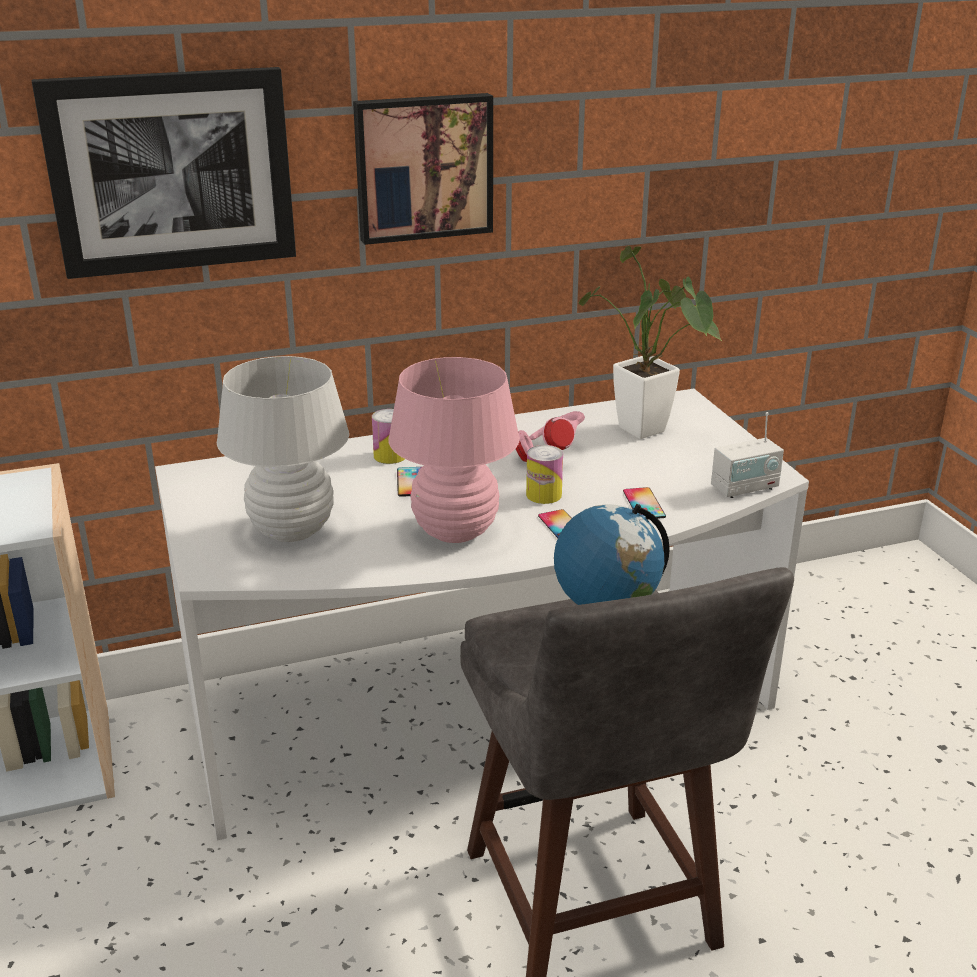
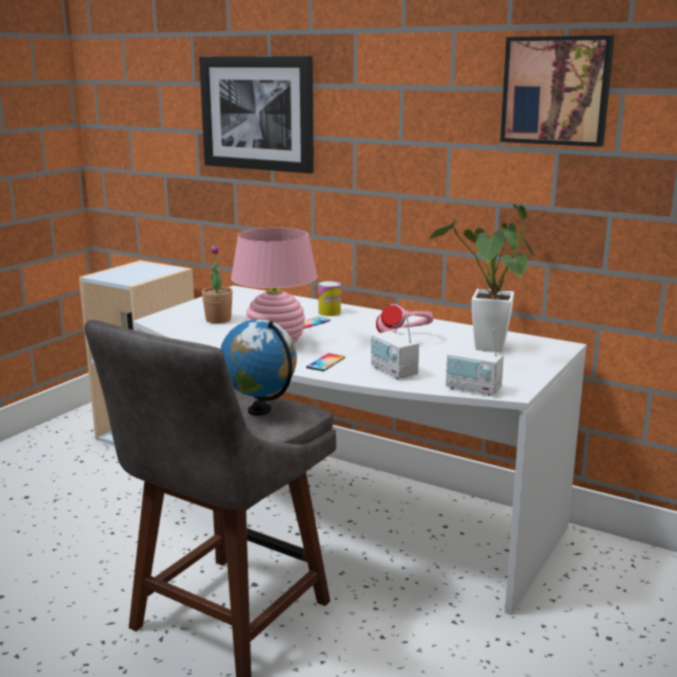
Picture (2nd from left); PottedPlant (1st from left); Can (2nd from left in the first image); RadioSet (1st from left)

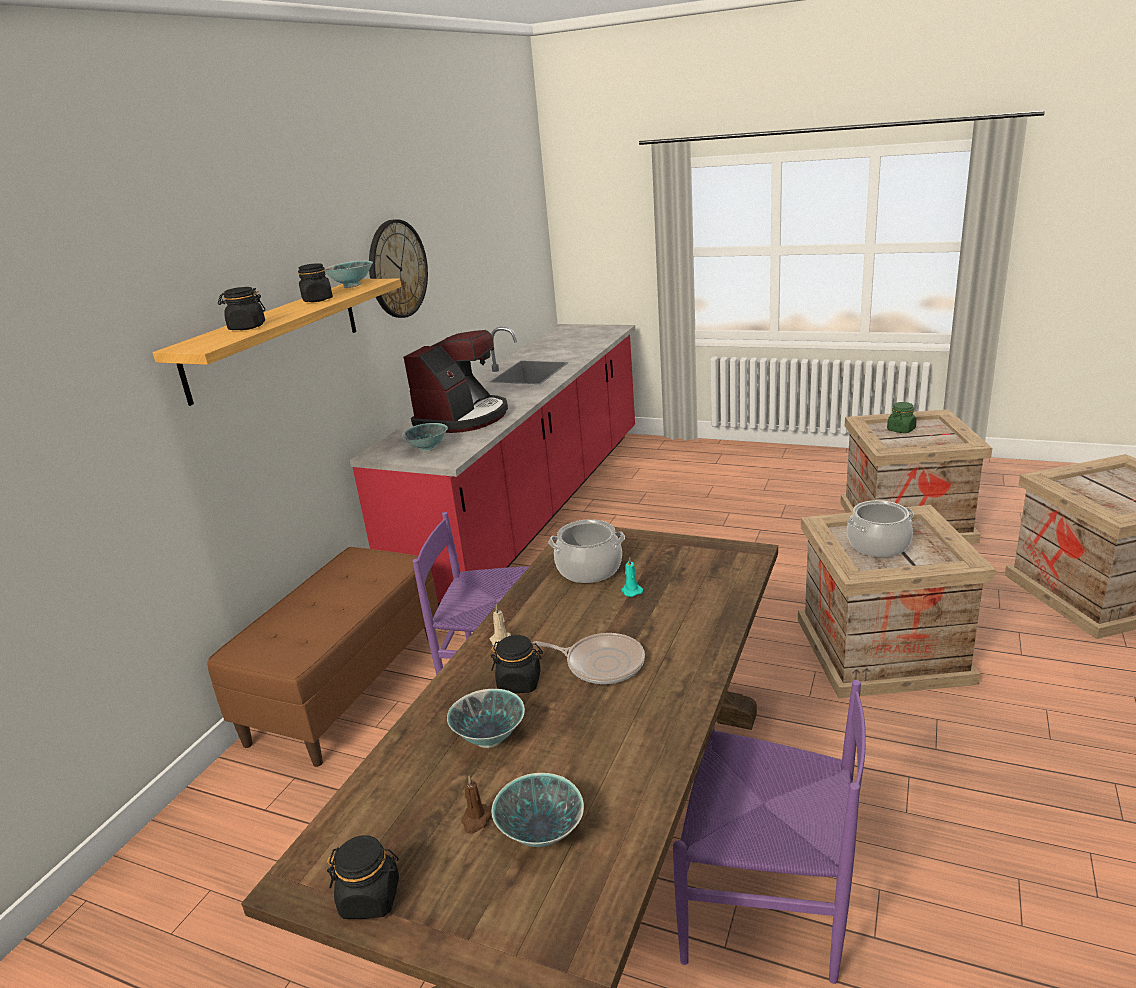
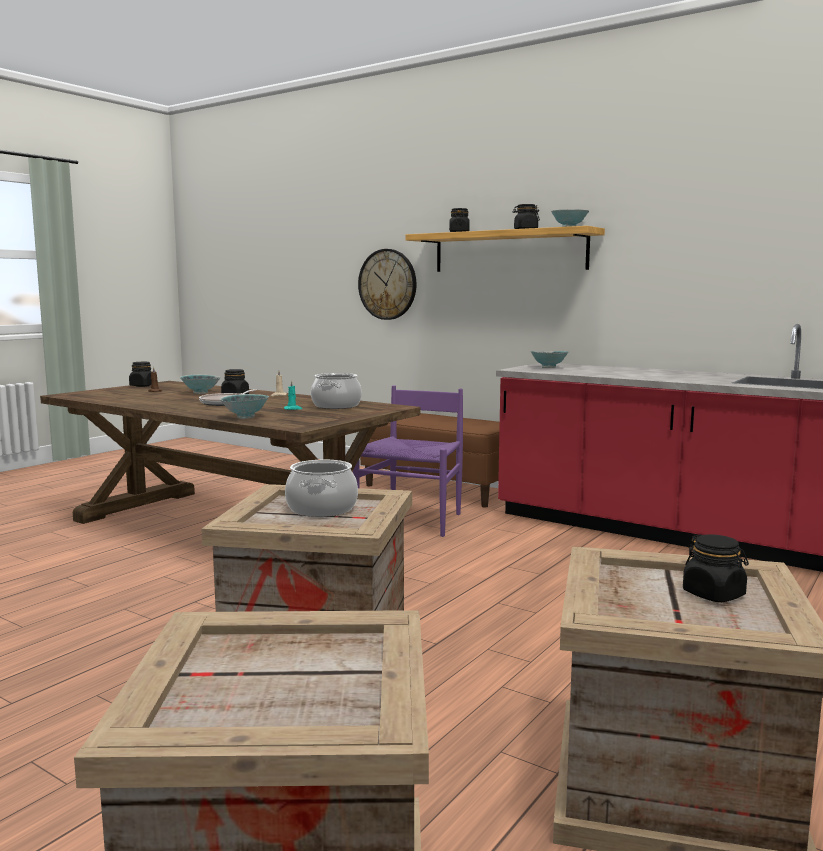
ClockOnTheWall; CoffeeBrewer; BlackishPreserveJar (5th from left); PurpleColouredUprightChair (2nd from left in the first image); ServingBowl (2nd from left)

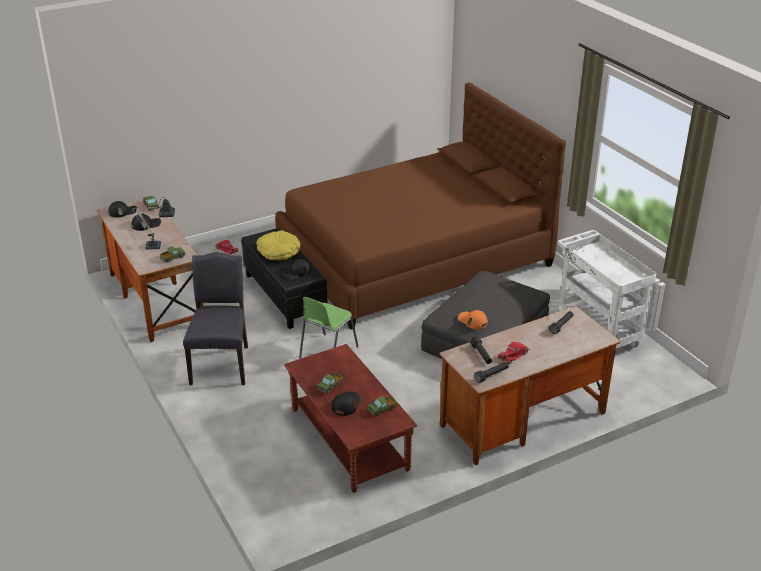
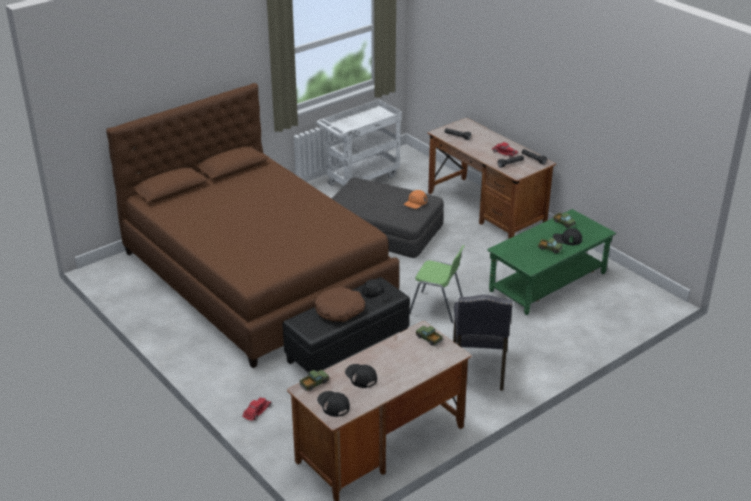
TableLamp; BrownishCushion; GreyishUprightChair; GreenCoffeeTable

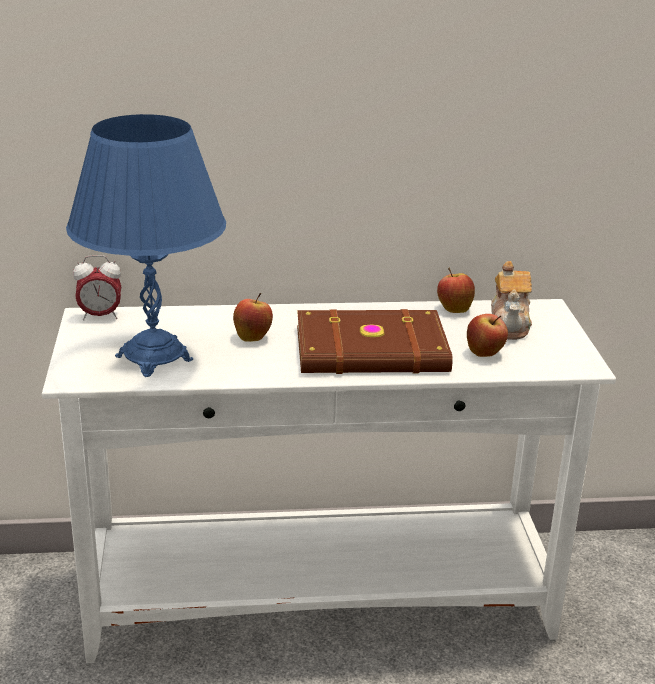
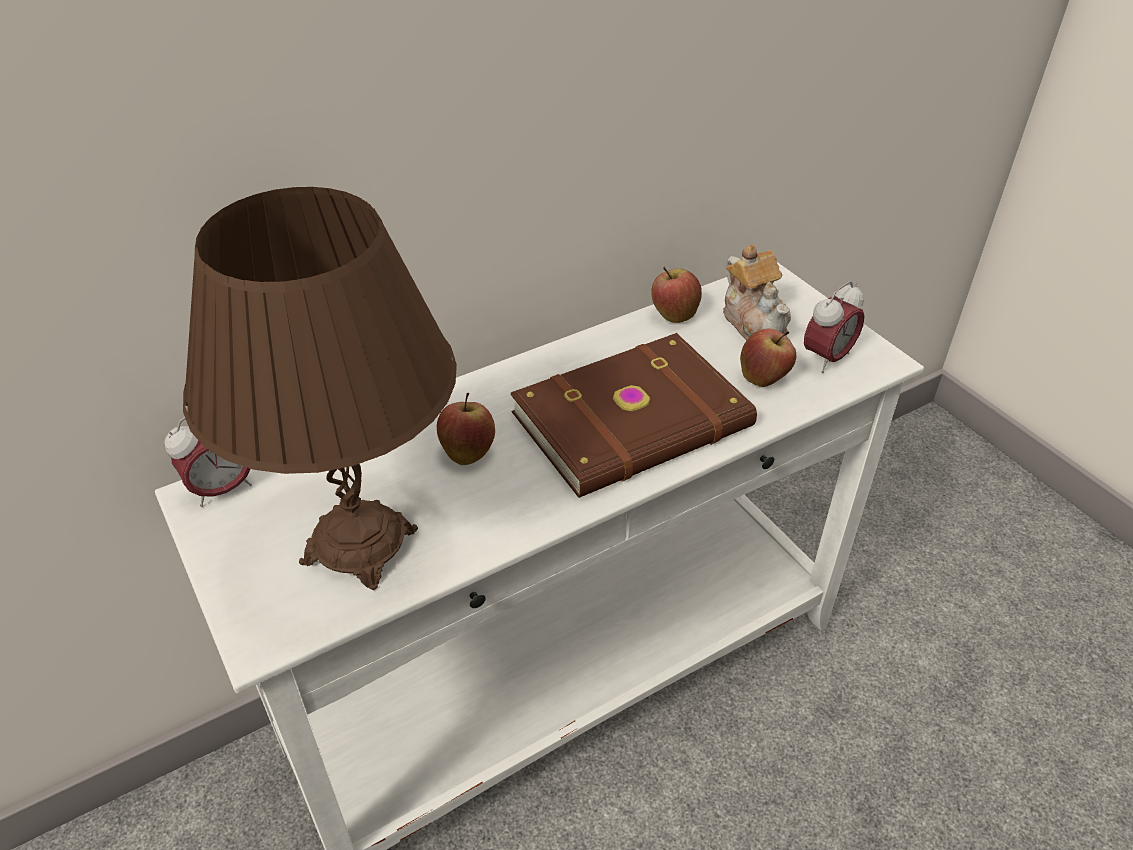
BrownishTableLamp; TableClock (2nd from left)

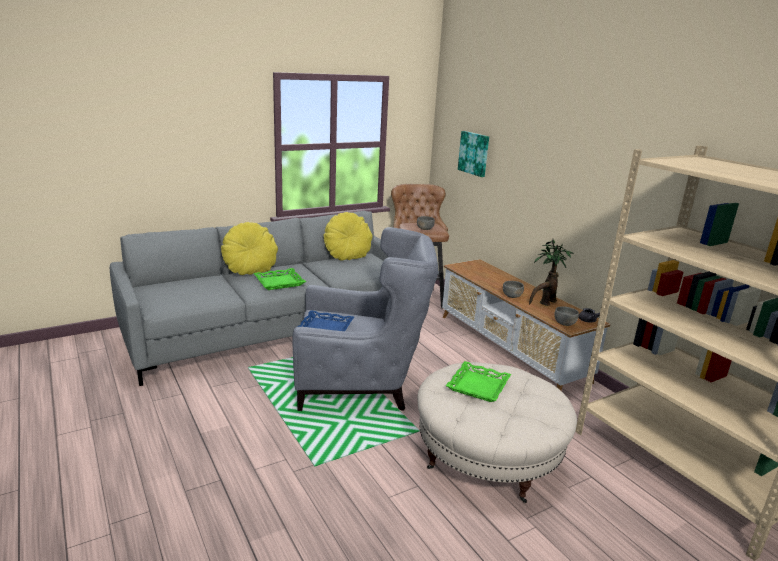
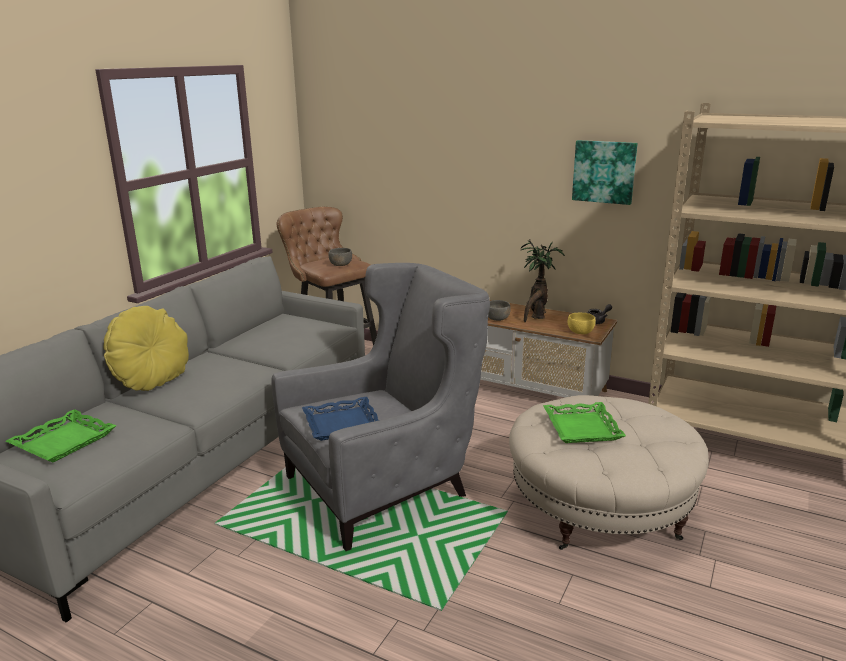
Picture; YellowColouredCushion (2nd from left in the first image); GreenServingTray (1st from left); YellowColouredServingBowl

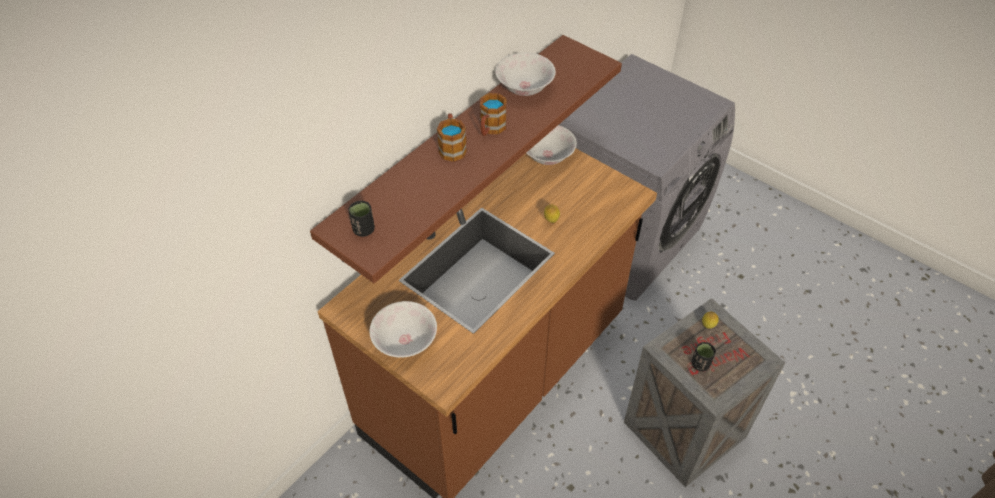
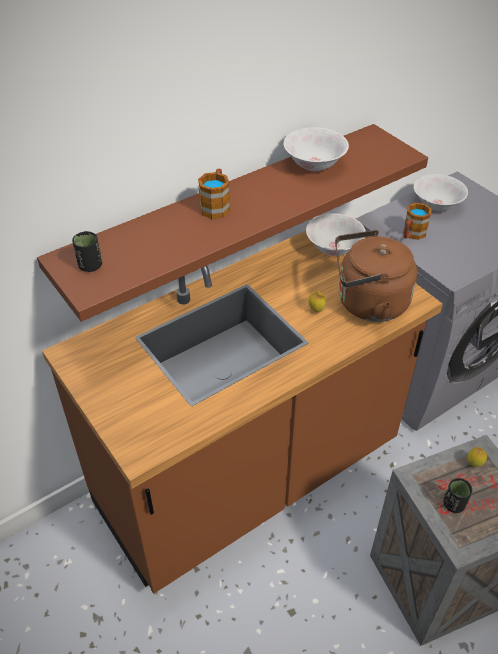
TeaMug (2nd from left); WhiteServingBowl (3rd from left); BrownishWaterKettle

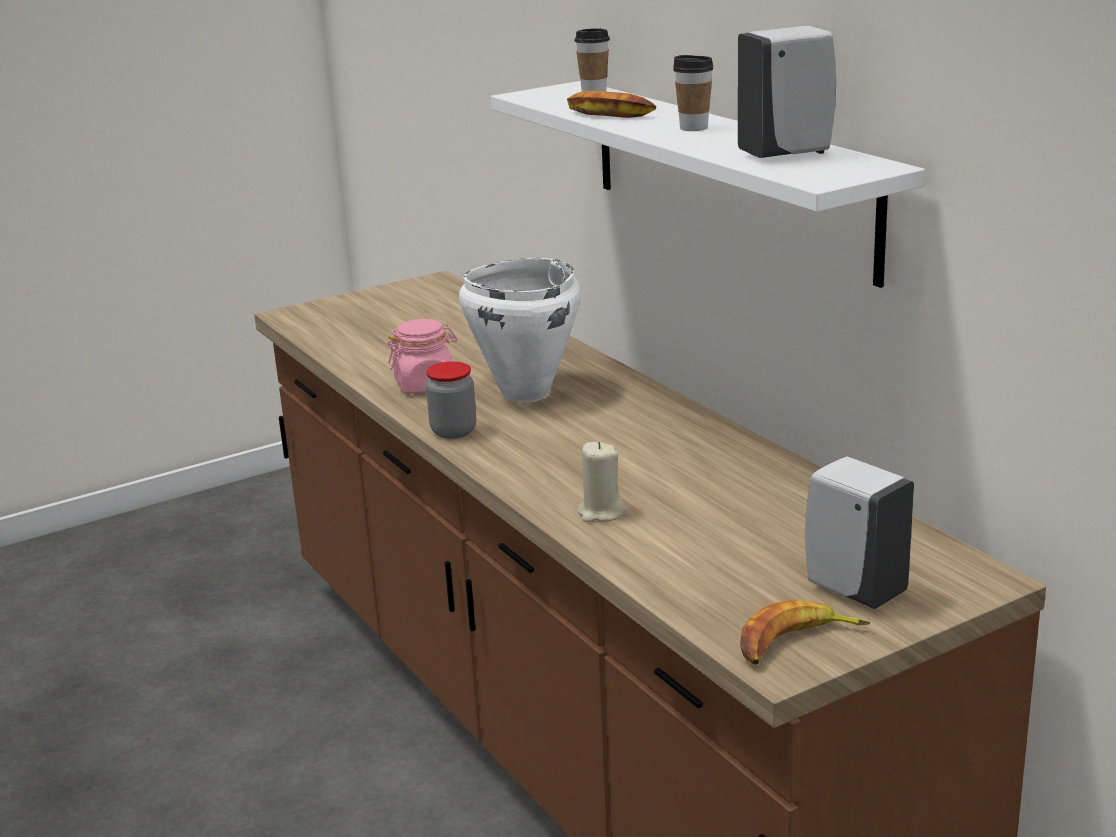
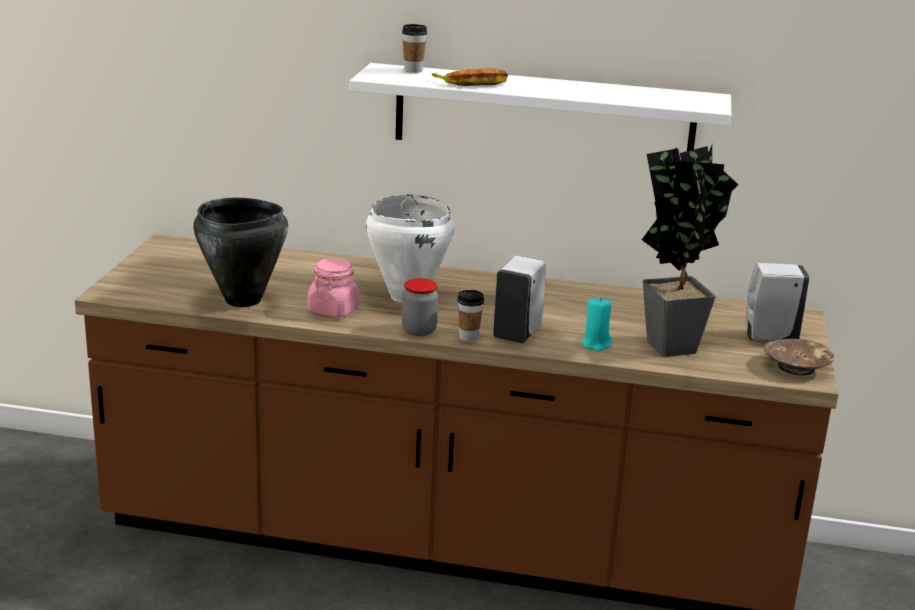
WhiteSoapBottle (1st from left); DrinkingCup (2nd from left); TurquoiseWaxCandle; BrownishServingBowl; PottedPlant; BlackishCookingPot

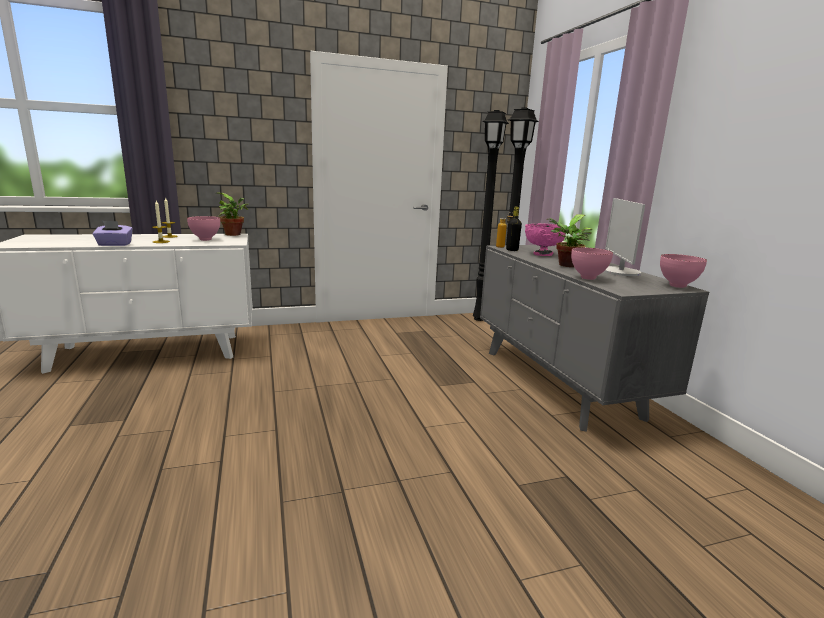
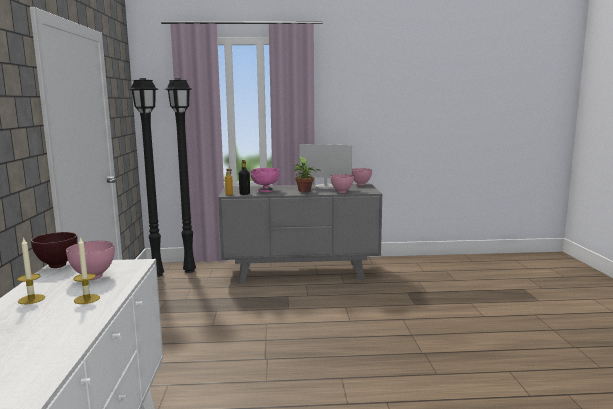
BrownishServingBowl; PurpleColouredTissueBox

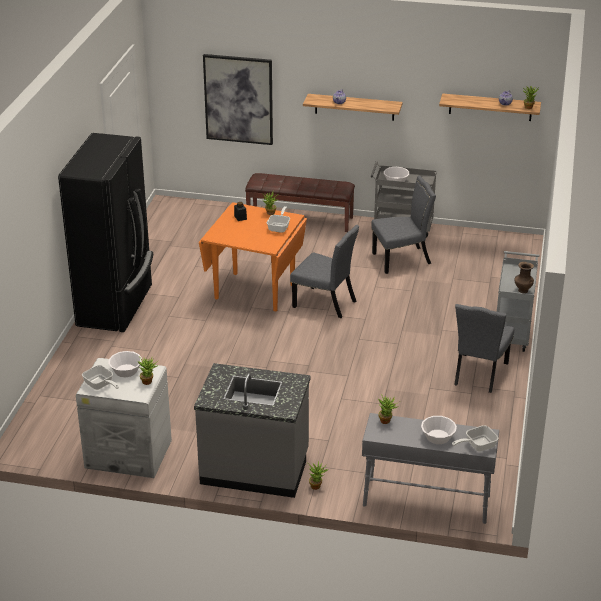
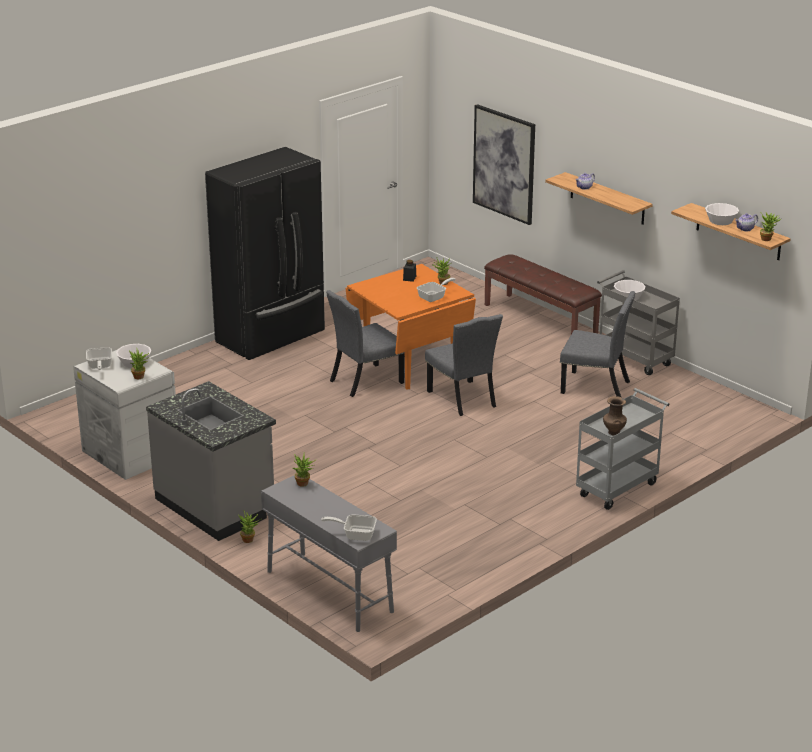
GreyishUprightChair (1st from left); WhiteServingBowl (3rd from left)

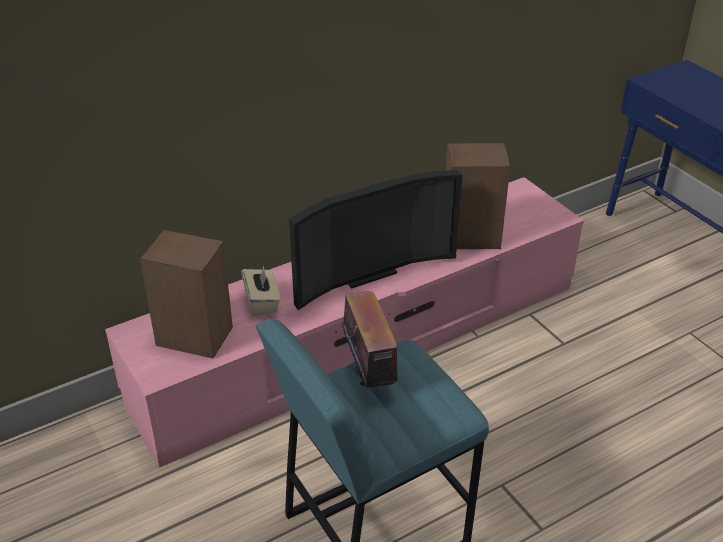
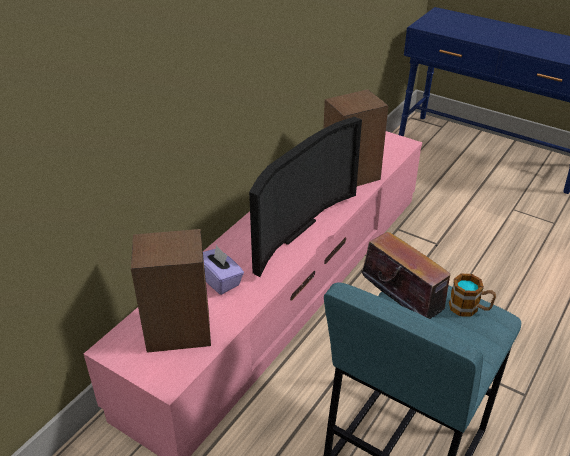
PurpleColouredTissueBox; TeaMug

